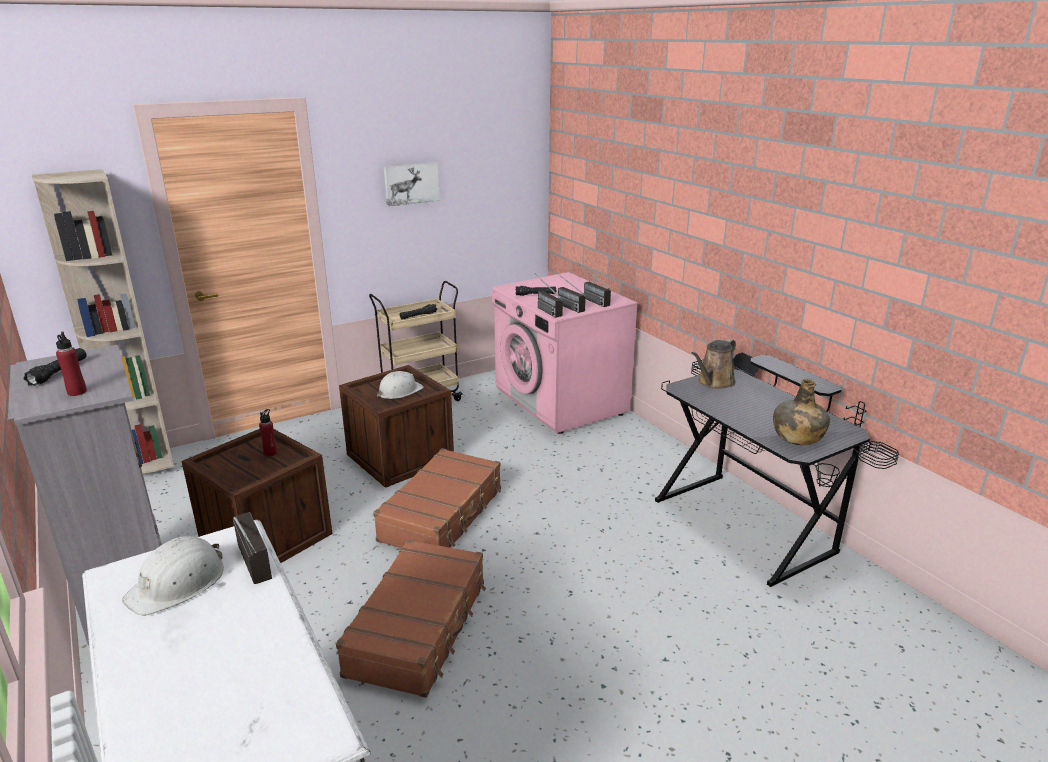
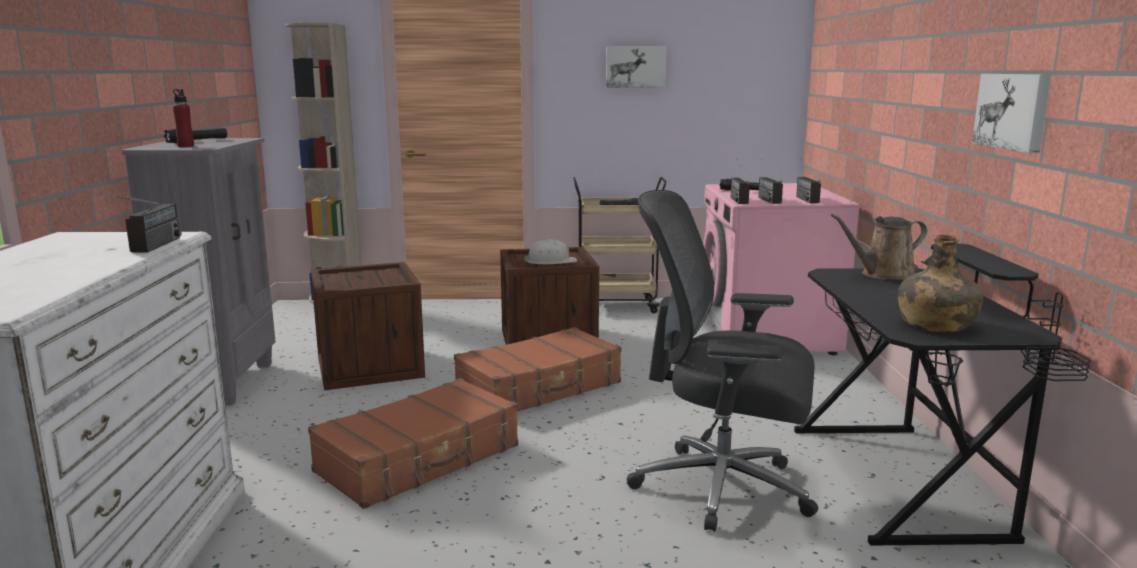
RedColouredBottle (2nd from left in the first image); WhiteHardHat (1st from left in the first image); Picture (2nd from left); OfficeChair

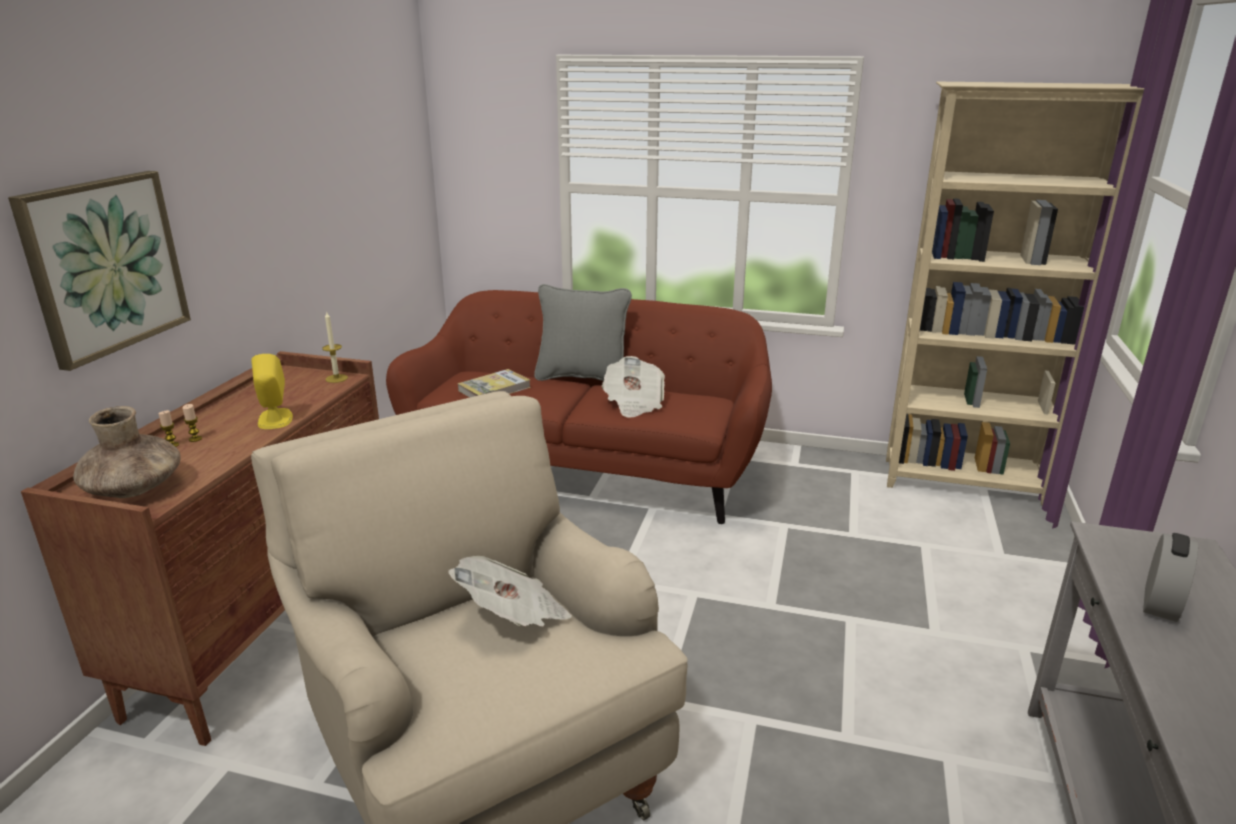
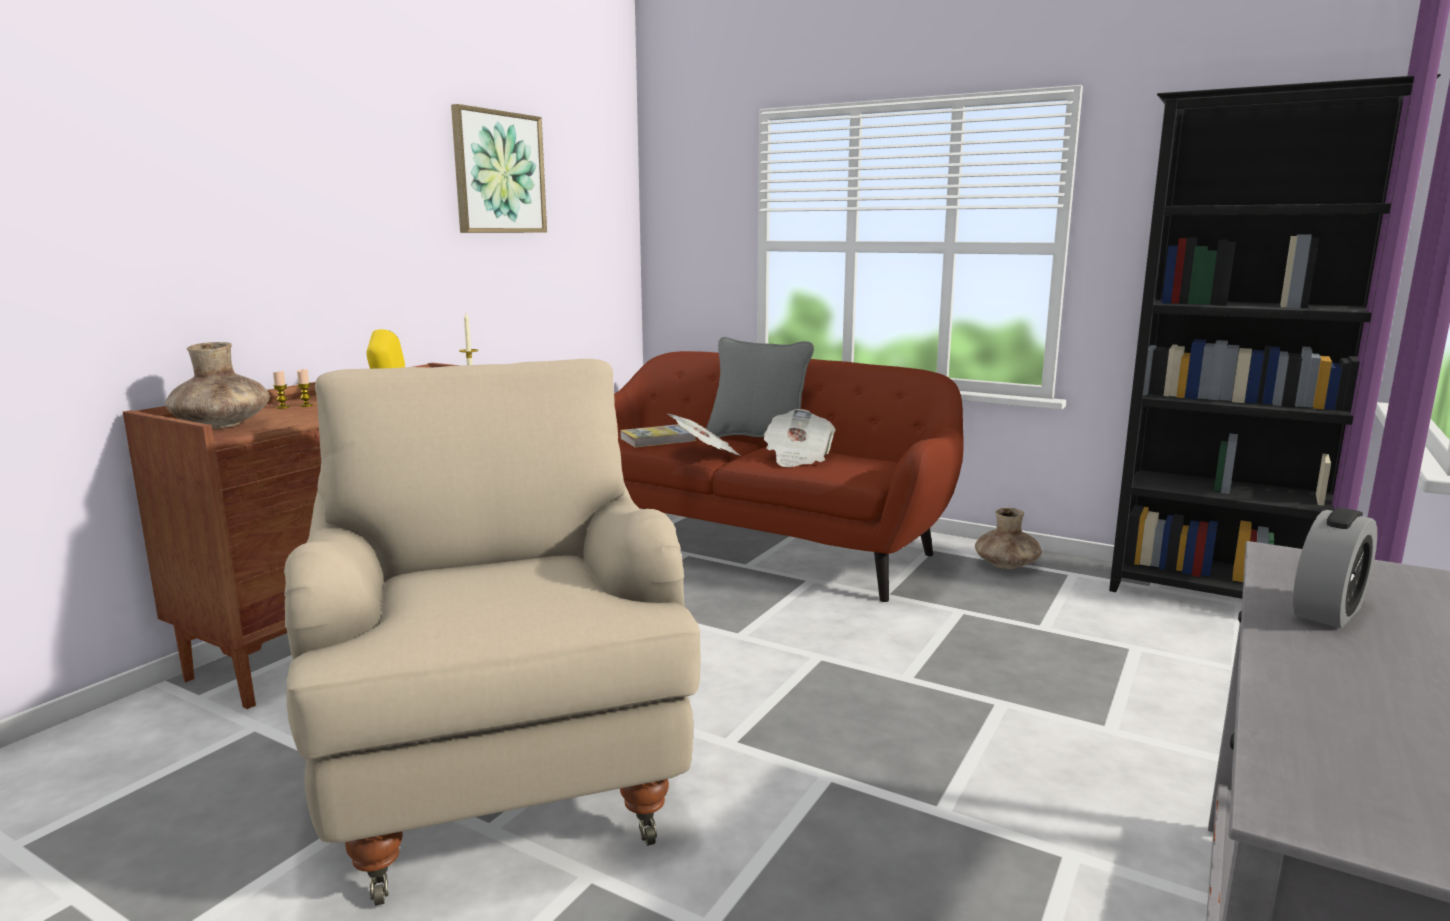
BlackishBookshelf; Picture; DailyPaper (1st from left); BrownishFlowerVase (2nd from left)

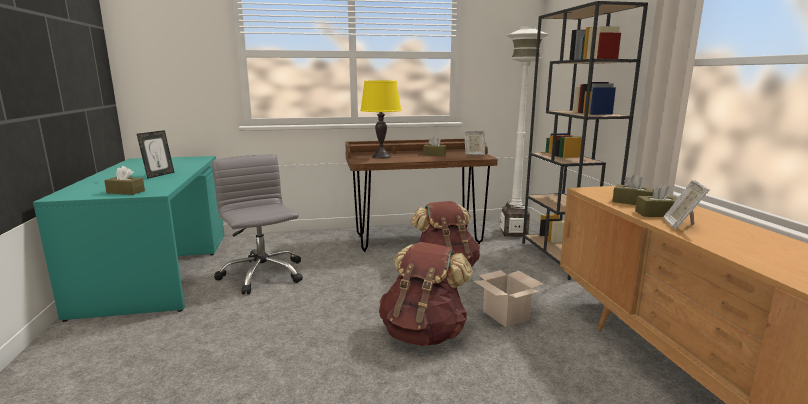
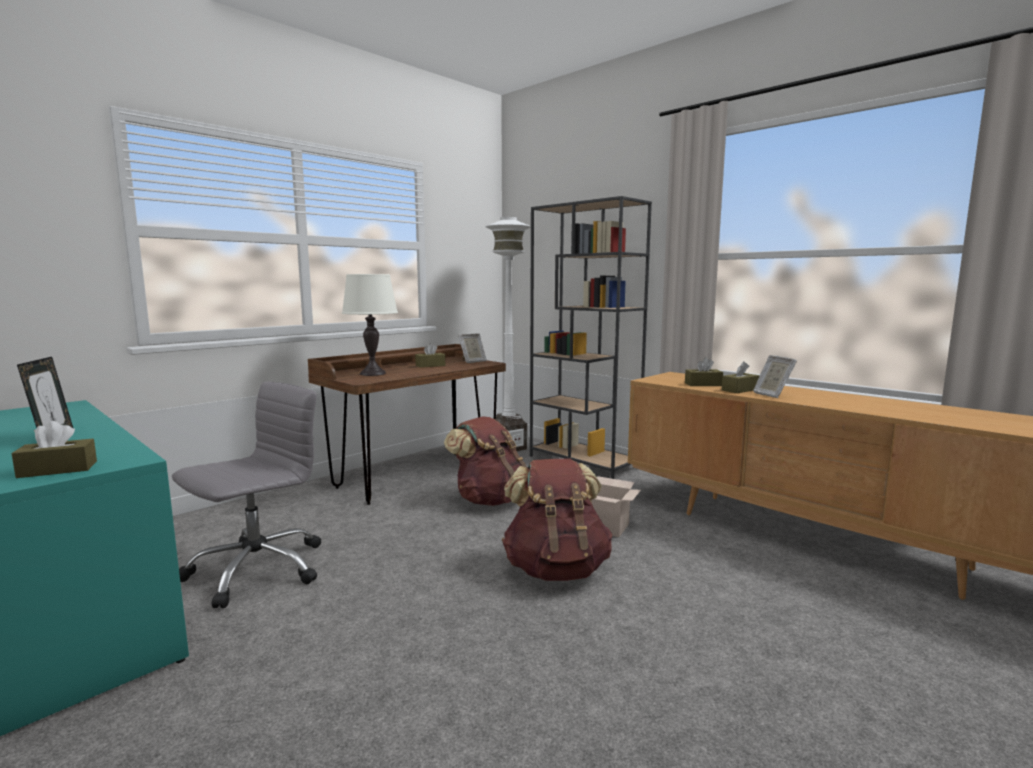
WhiteTableLamp; GreyishOfficeChair

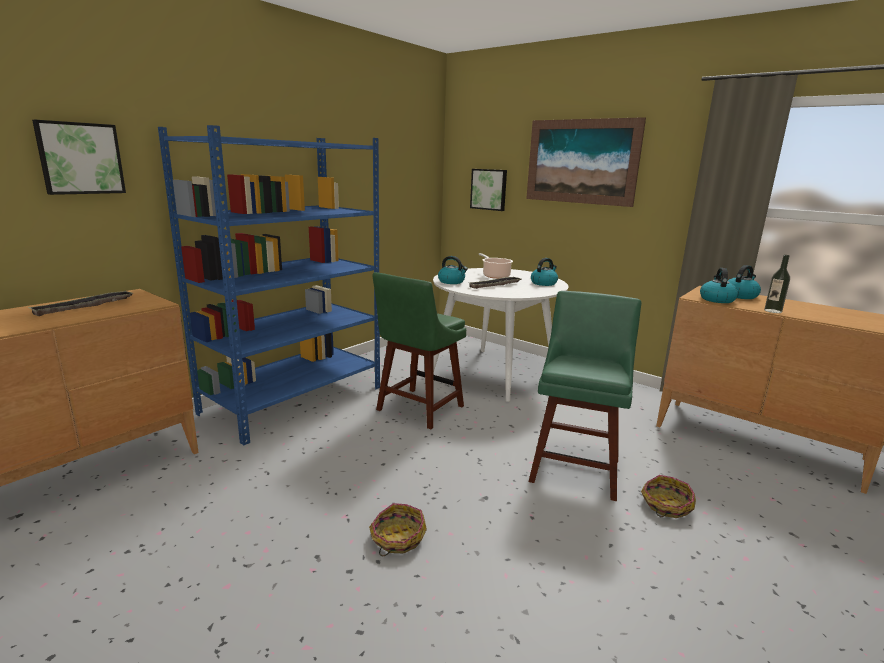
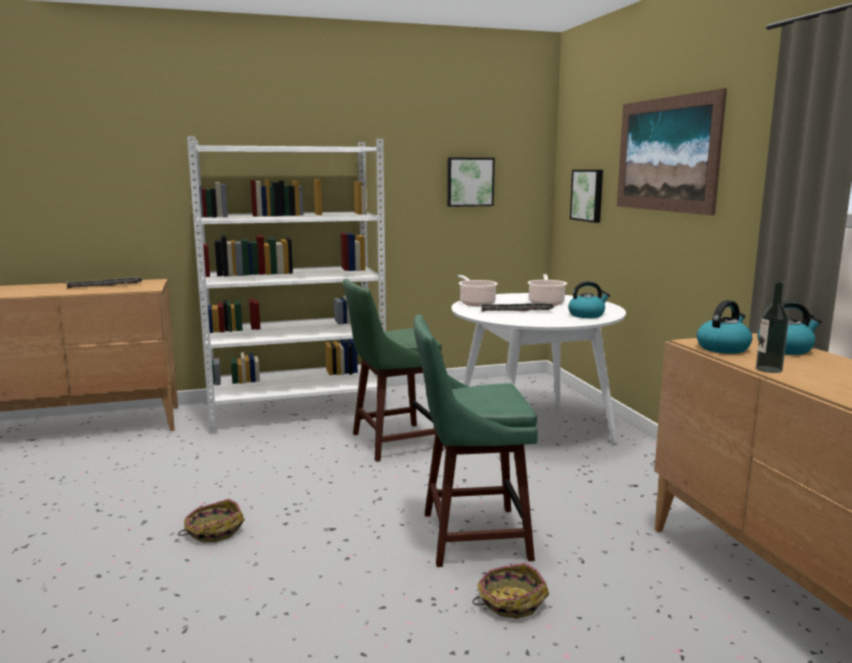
Picture (1st from left); WhiteBookshelf; CookingPot (1st from left); GreenUprightChair (2nd from left)

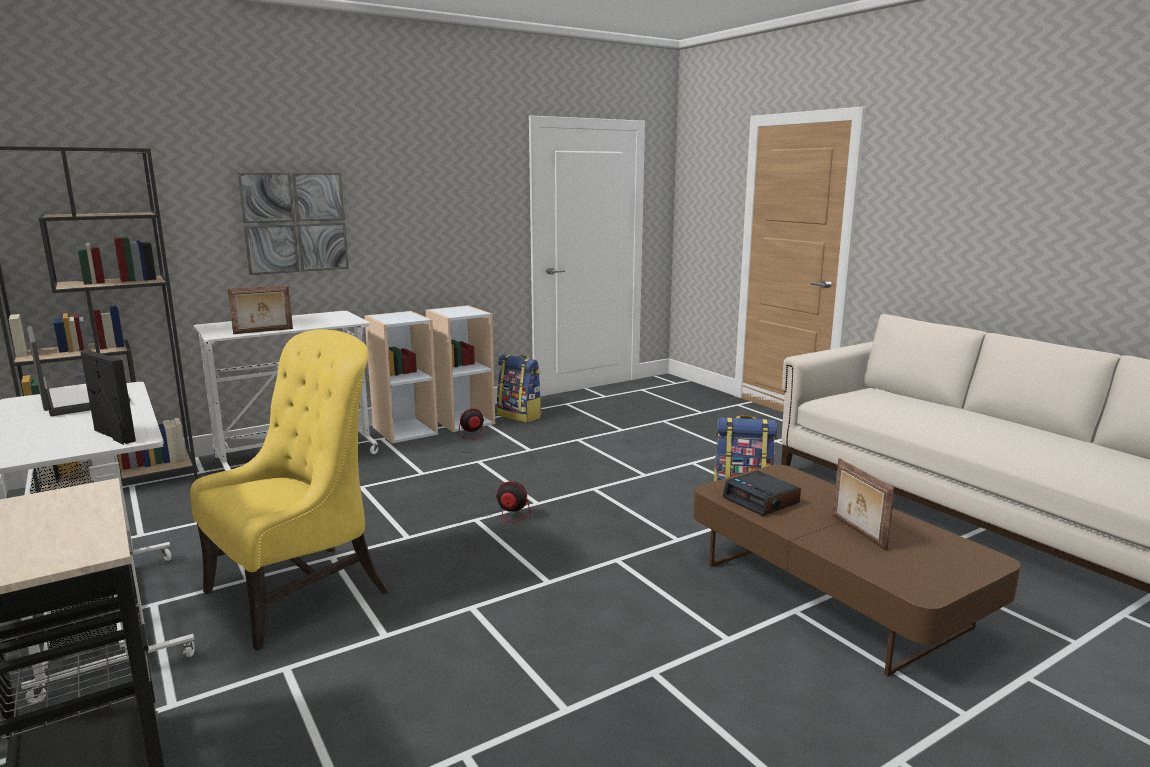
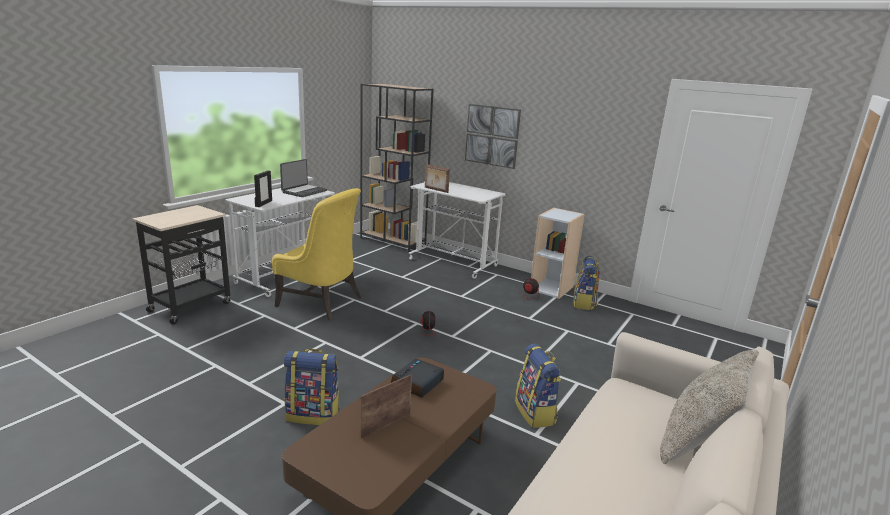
Bookshelf (2nd from left in the first image); Backpack (1st from left); BeigeColouredCushion

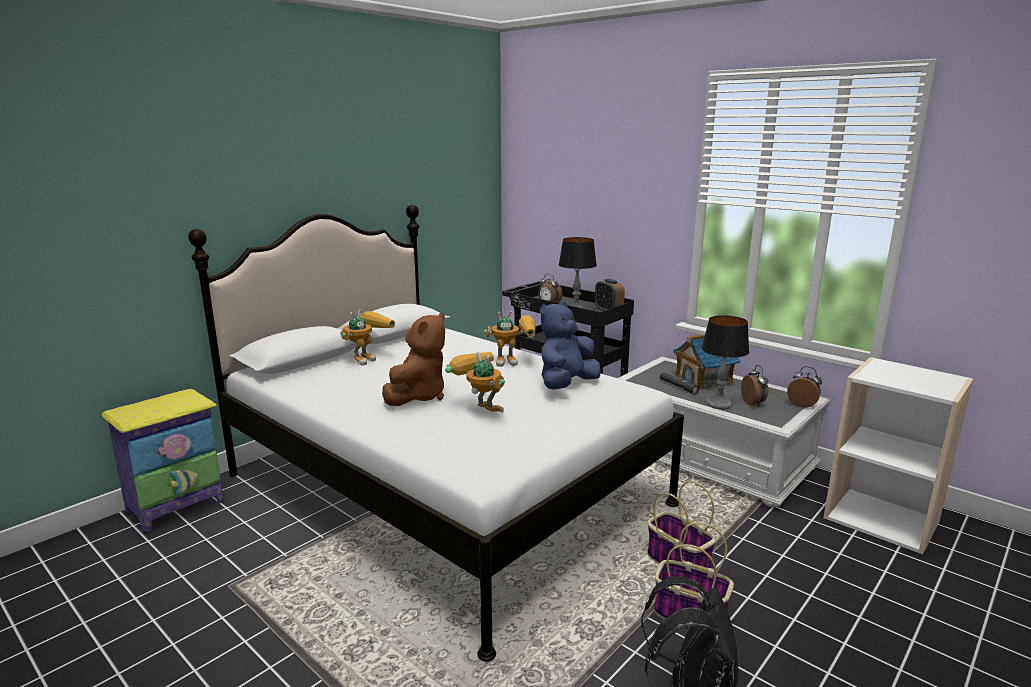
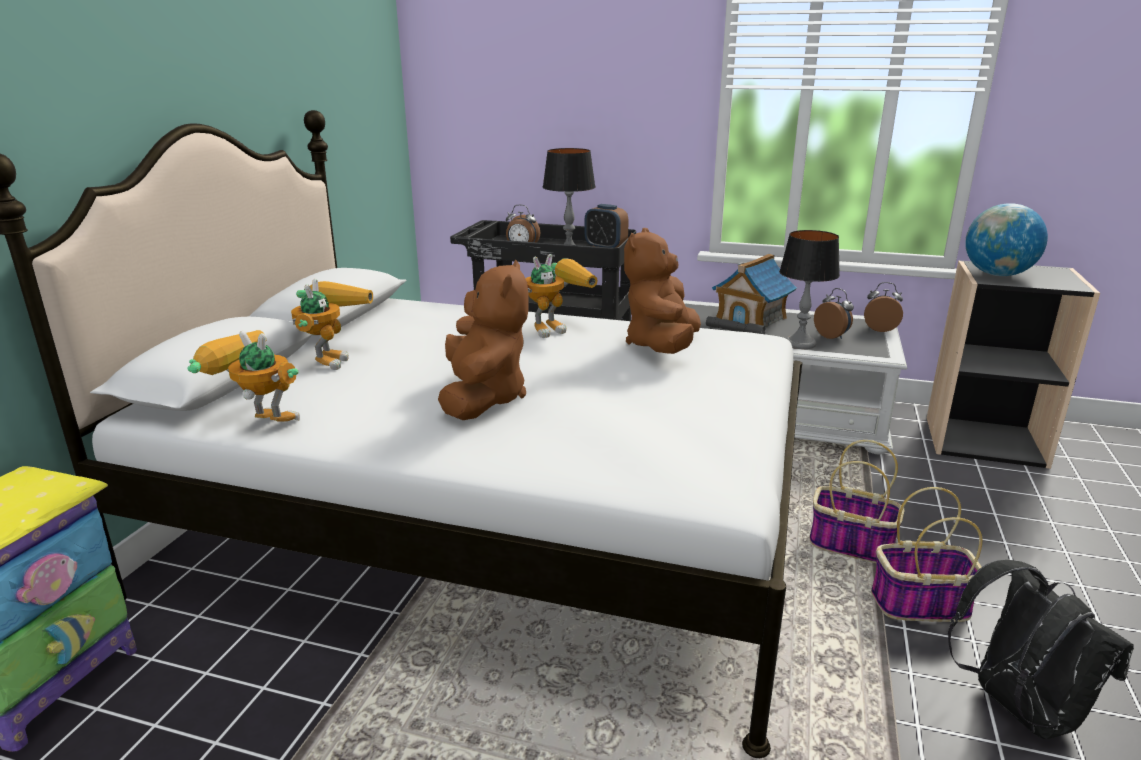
BrownishSoftToy (2nd from left); RobotFigure (1st from left); BlackishBookshelf; DeskGlobe

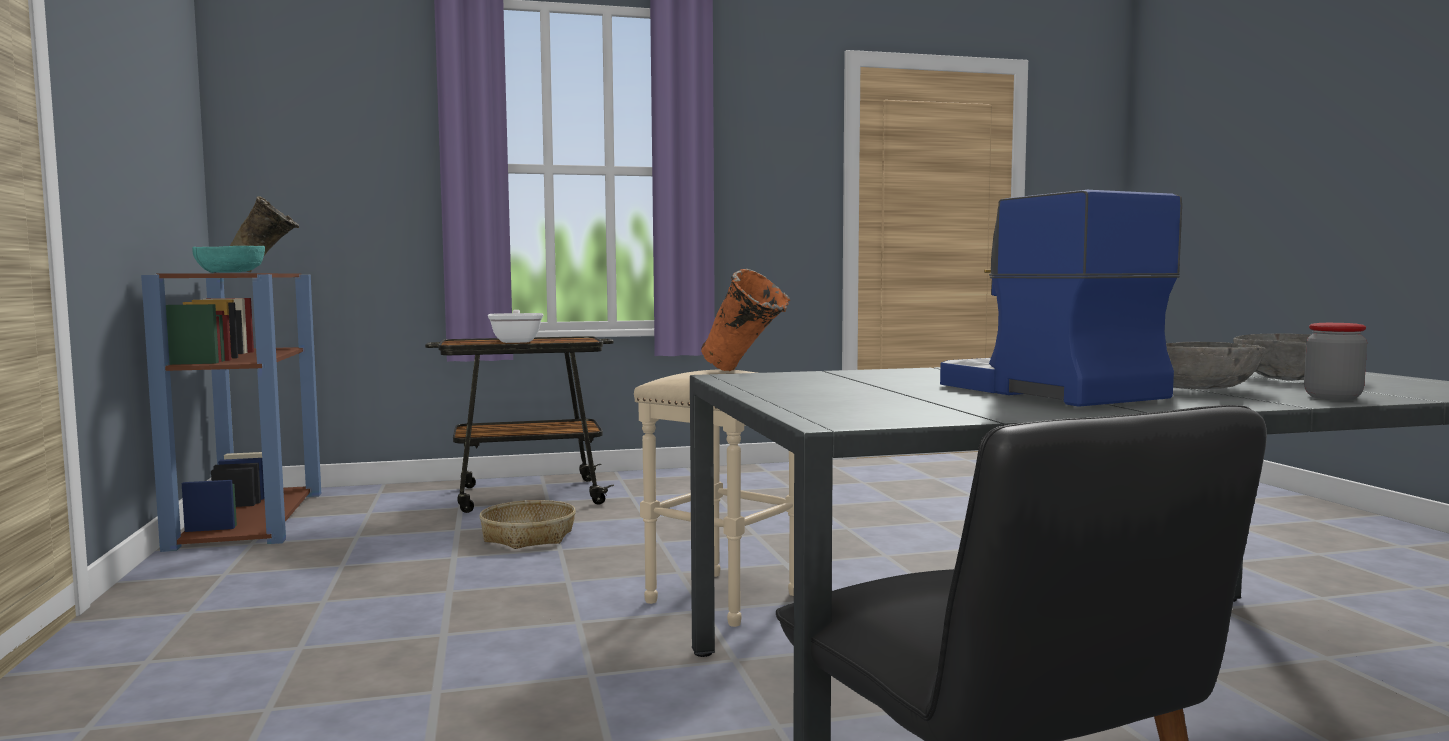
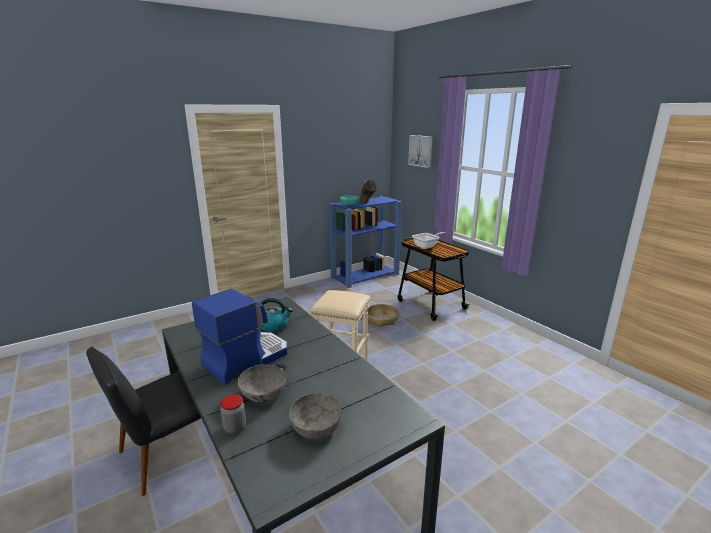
OrangeColouredFlowerVase; BluishBookshelf; Picture; WaterKettle

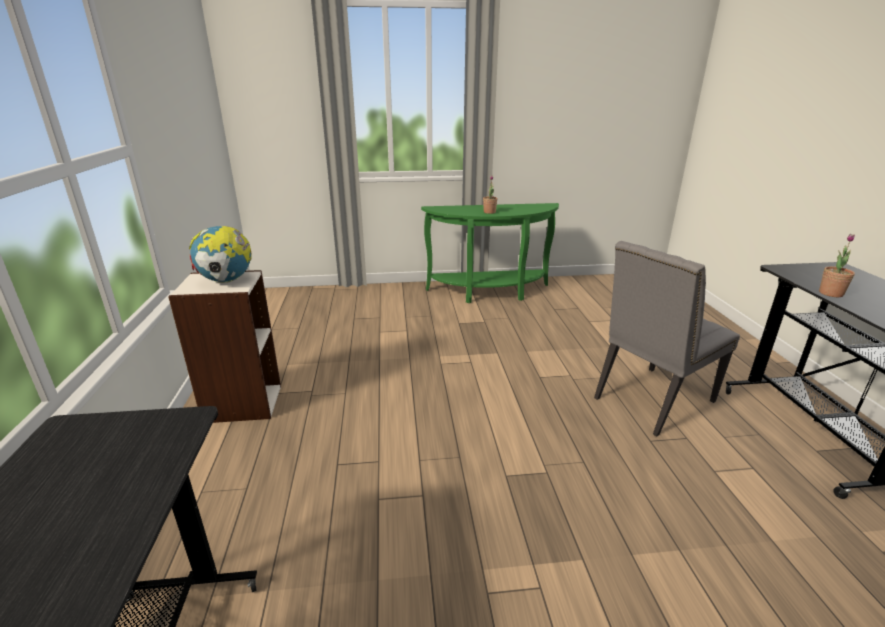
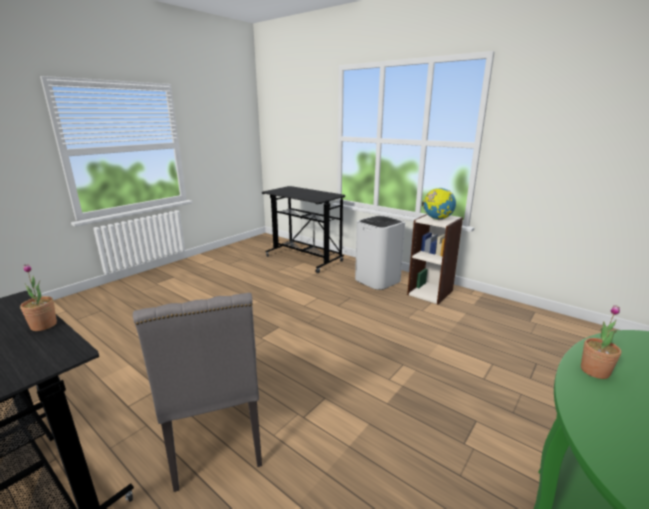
GreyishUprightChair; WhiteRubbishBin

